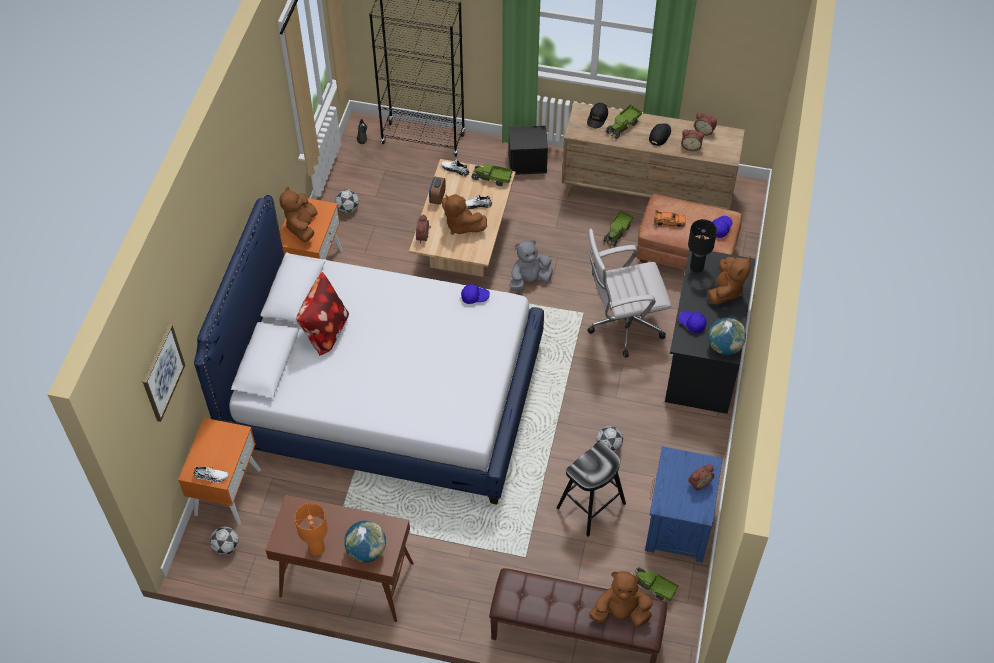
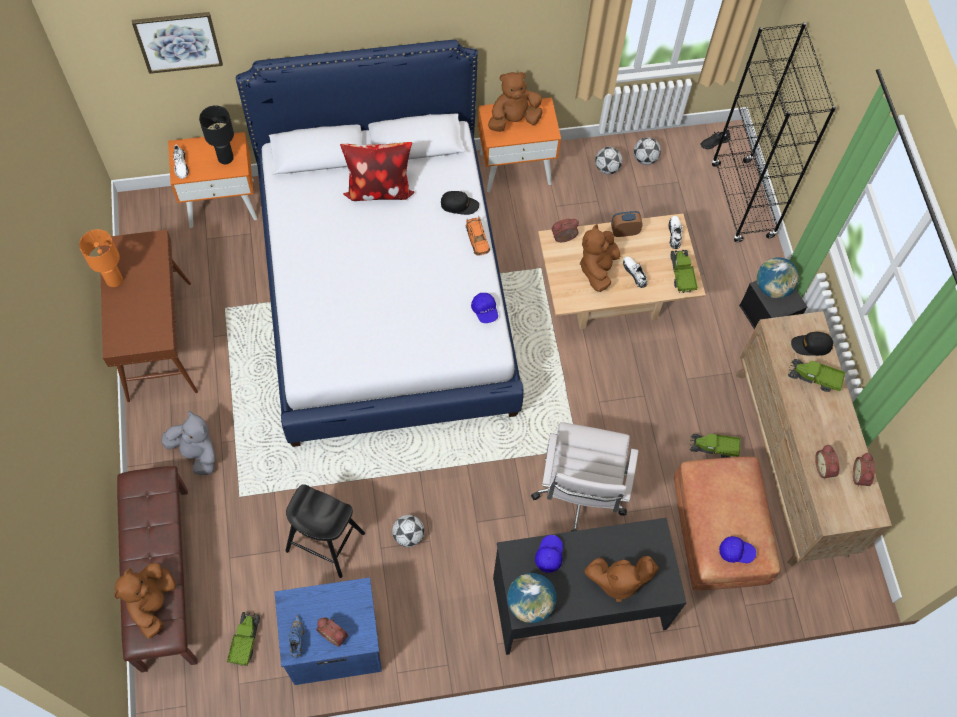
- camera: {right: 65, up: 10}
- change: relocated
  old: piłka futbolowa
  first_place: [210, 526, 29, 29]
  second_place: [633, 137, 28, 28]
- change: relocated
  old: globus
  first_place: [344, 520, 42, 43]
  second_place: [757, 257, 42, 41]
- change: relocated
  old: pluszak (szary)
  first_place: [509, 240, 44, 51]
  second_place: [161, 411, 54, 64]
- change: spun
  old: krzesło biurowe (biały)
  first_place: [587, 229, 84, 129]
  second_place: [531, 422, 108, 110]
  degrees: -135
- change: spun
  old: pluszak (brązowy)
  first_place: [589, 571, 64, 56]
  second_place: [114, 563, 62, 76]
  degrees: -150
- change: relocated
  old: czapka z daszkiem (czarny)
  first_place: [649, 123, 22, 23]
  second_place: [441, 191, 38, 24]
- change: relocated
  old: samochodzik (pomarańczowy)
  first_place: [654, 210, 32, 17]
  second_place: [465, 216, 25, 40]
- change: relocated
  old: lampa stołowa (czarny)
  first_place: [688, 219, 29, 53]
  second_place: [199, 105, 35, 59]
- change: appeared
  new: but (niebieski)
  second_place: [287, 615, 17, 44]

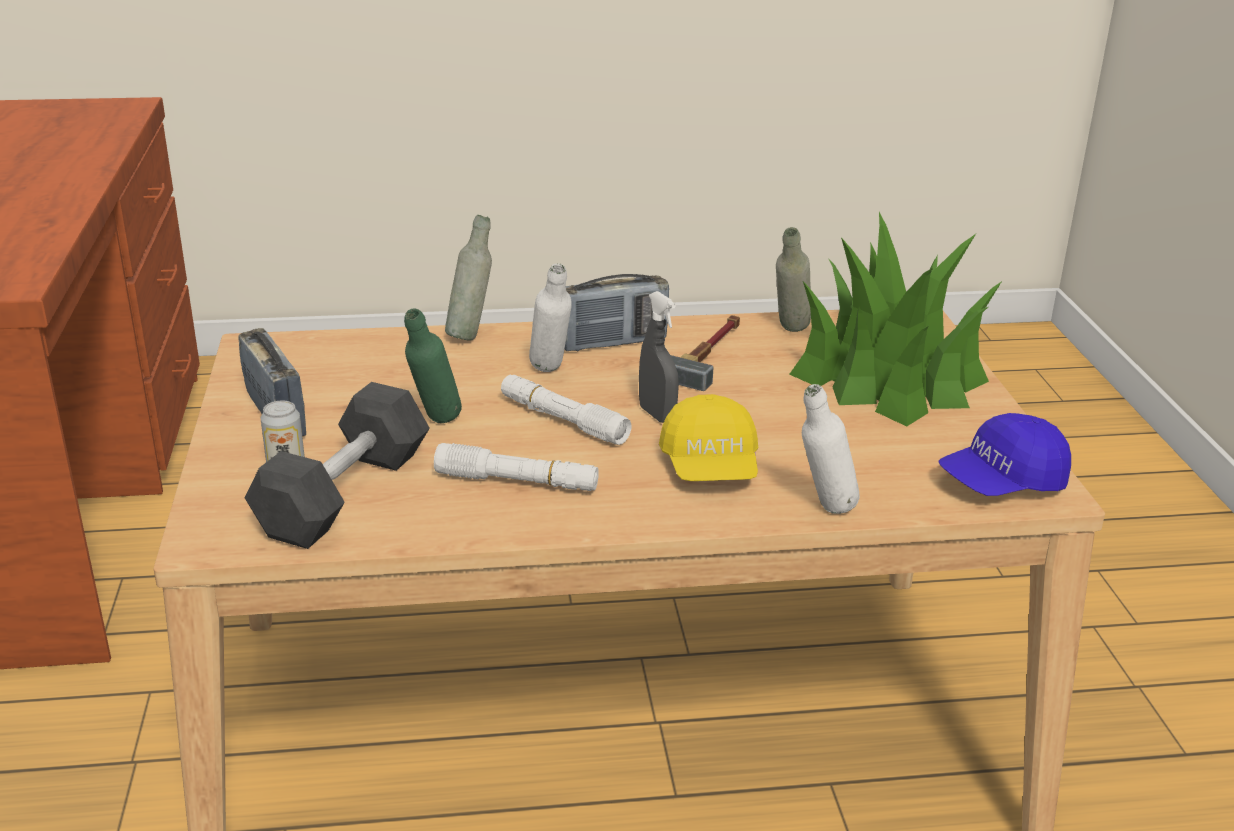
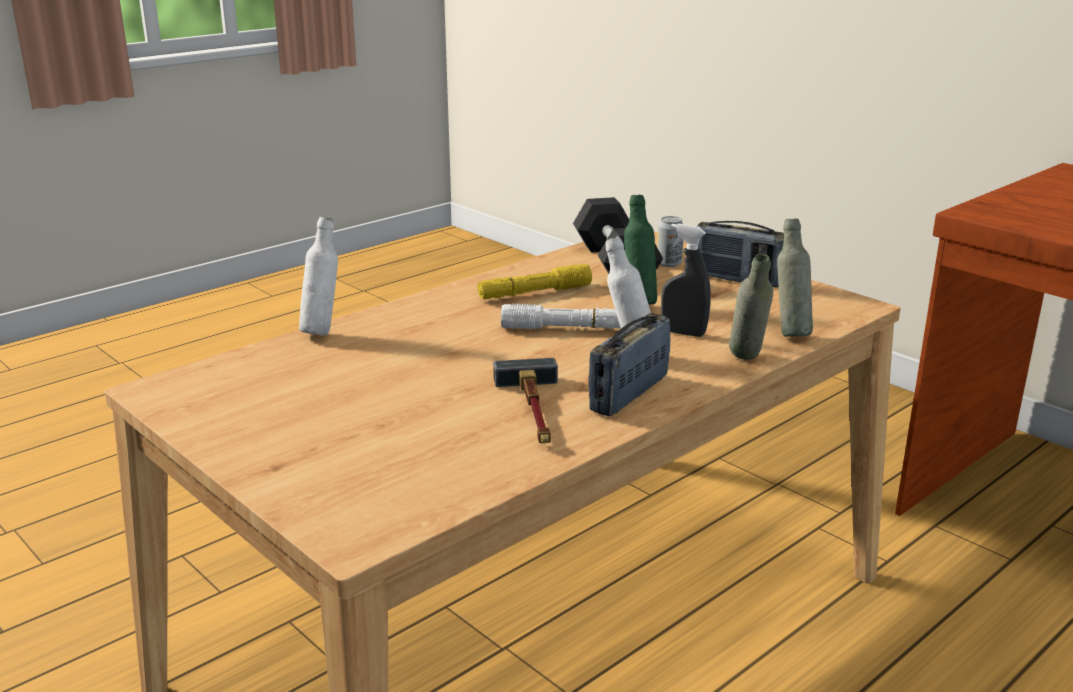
- camera: {right: 145, up: -5}
- change: colour
  old: latarka (biały)
  new: latarka (żółty)
  first_place: [434, 443, 165, 48]
  second_place: [478, 264, 114, 35]
- change: relocated
  old: spryskiwacz (szary)
  first_place: [639, 291, 40, 132]
  second_place: [661, 224, 50, 113]
- change: missing
  old: czapka z daszkiem (żółty)
  first_place: [659, 394, 99, 87]
- change: relocated
  old: butelka (szary)
  first_place: [776, 227, 35, 105]
  second_place: [777, 219, 36, 118]
- change: missing
  old: roślina doniczkowa
  first_place: [789, 212, 213, 214]
- change: missing
  old: czapka z daszkiem (niebieski)
  first_place: [938, 413, 133, 83]

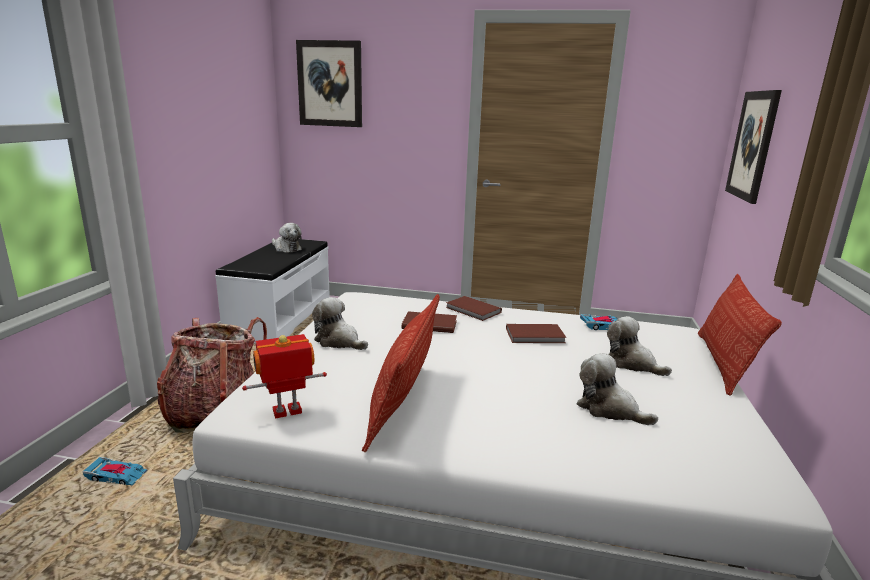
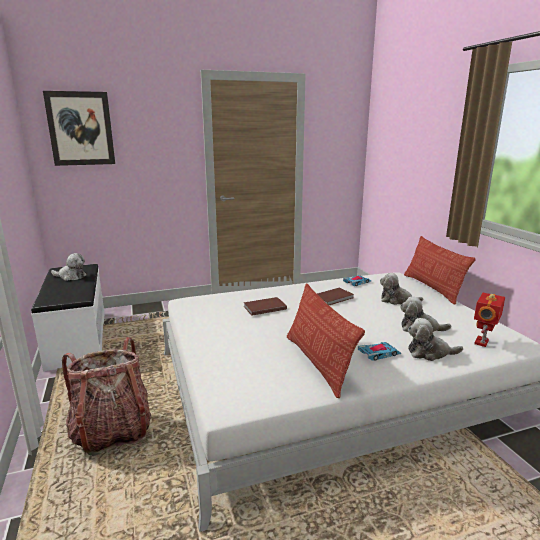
- camera: {right: -30, up: 0}
- change: relocated
  old: samochodzik
  first_place: [82, 457, 65, 28]
  second_place: [358, 342, 43, 19]
- change: relocated
  old: robot zabawkowy
  first_place: [242, 334, 85, 85]
  second_place: [474, 293, 31, 54]
- change: relocated
  old: pluszak
  first_place: [312, 297, 56, 53]
  second_place: [408, 318, 55, 43]
- change: missing
  old: książka (brązowy)
  first_place: [446, 296, 56, 25]
- change: missing
  old: obraz
  first_place: [725, 90, 57, 114]

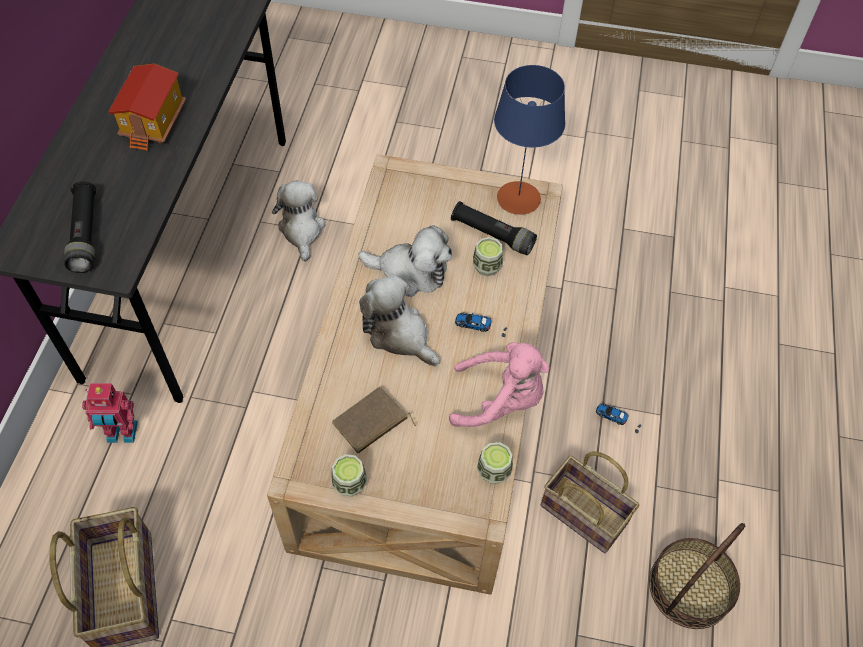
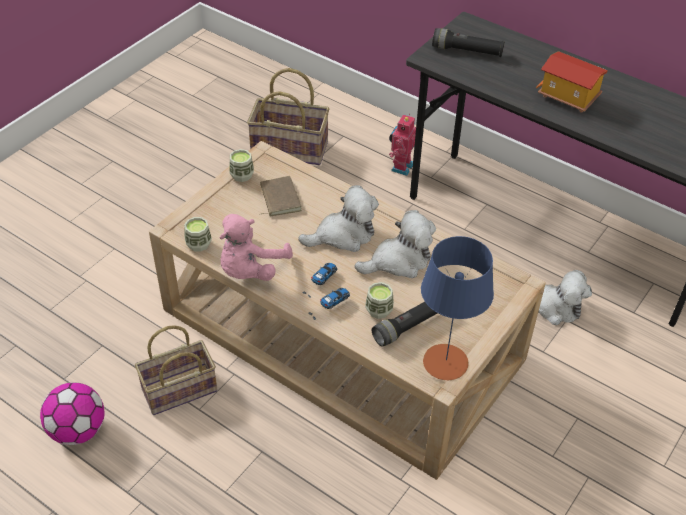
- camera: {right: 115, up: -10}
- change: spun
  old: pluszak
  first_place: [359, 225, 93, 72]
  second_place: [354, 210, 82, 68]
  degrees: -150
- change: relocated
  old: samochodzik
  first_place: [596, 403, 46, 30]
  second_place: [308, 288, 42, 32]
- change: exchanged
  old: koszyk
  new: piłka futbolowa
  first_place: [649, 523, 96, 106]
  second_place: [40, 382, 64, 63]

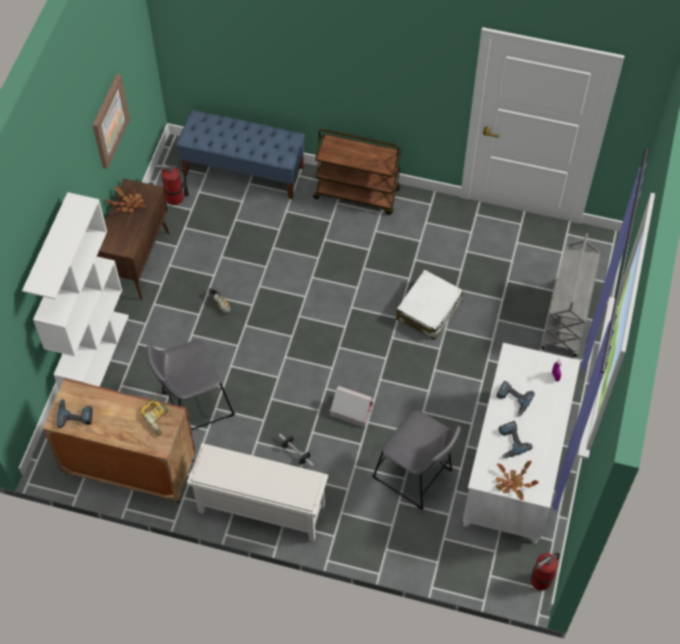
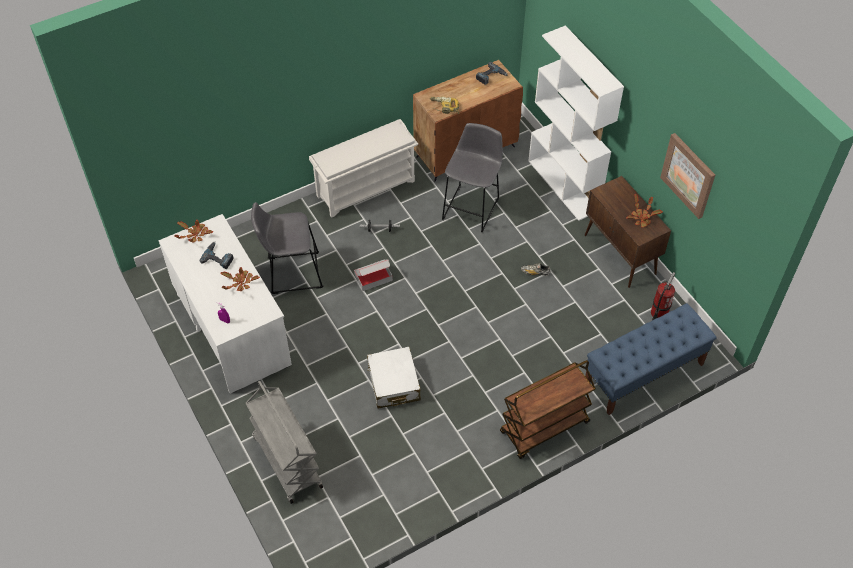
- camera: {right: 135, up: -5}
- change: exchanged
  old: wiertarka
  new: roślina doniczkowa
  first_place: [496, 381, 39, 36]
  second_place: [220, 267, 40, 24]
- change: missing
  old: gaśnica
  first_place: [531, 553, 29, 38]

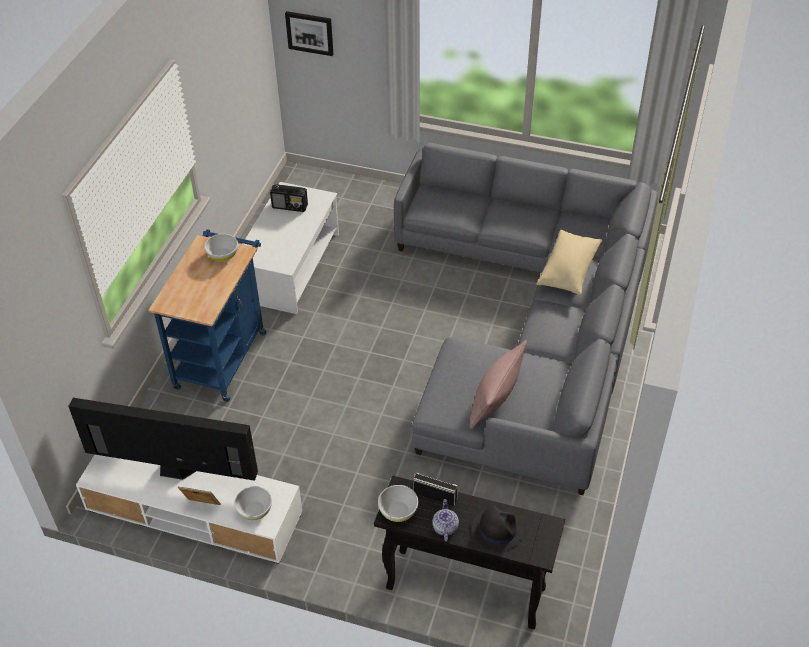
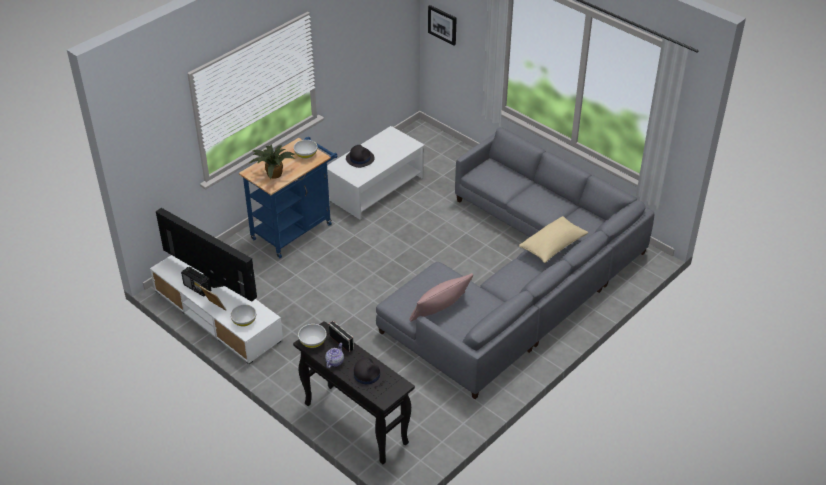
- camera: {right: 25, up: -5}
- change: relocated
  old: radio
  first_place: [270, 184, 38, 28]
  second_place: [181, 267, 31, 30]
- change: appeared
  new: roślina doniczkowa
  second_place: [250, 144, 45, 35]
- change: appeared
  new: kapelusz (czarny)
  second_place: [346, 145, 28, 23]

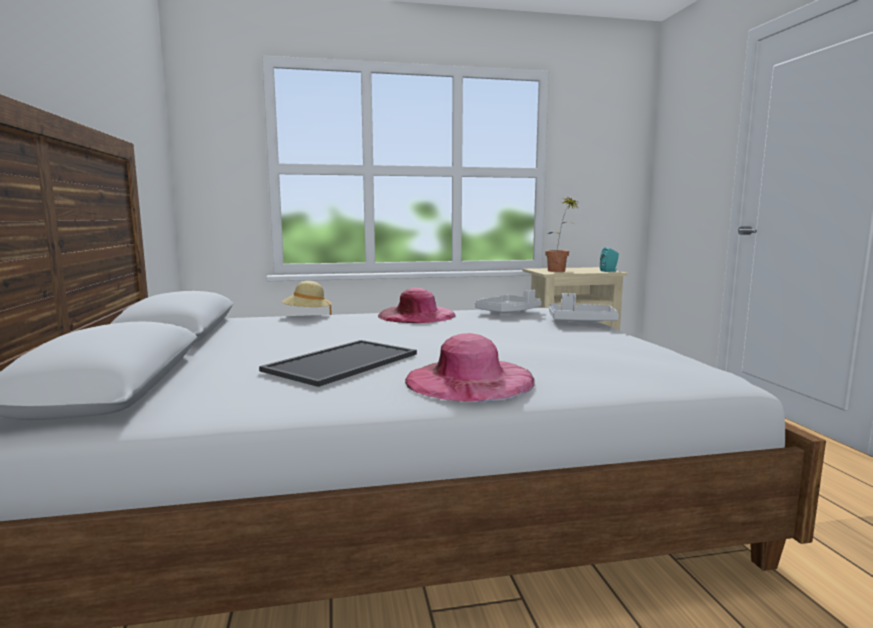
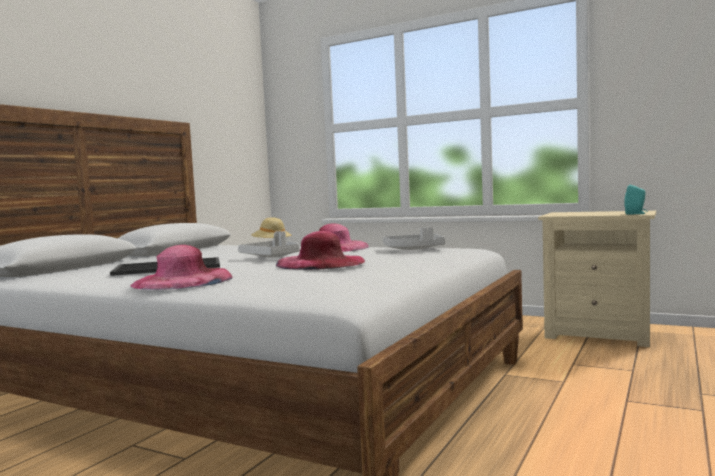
- camera: {right: 40, up: -5}
- change: missing
  old: roślina doniczkowa
  first_place: [545, 196, 34, 76]
- change: relocated
  old: taca (szary)
  first_place: [549, 293, 70, 29]
  second_place: [238, 231, 62, 27]
- change: appeared
  new: kapelusz (różowy)
  second_place: [276, 231, 89, 39]

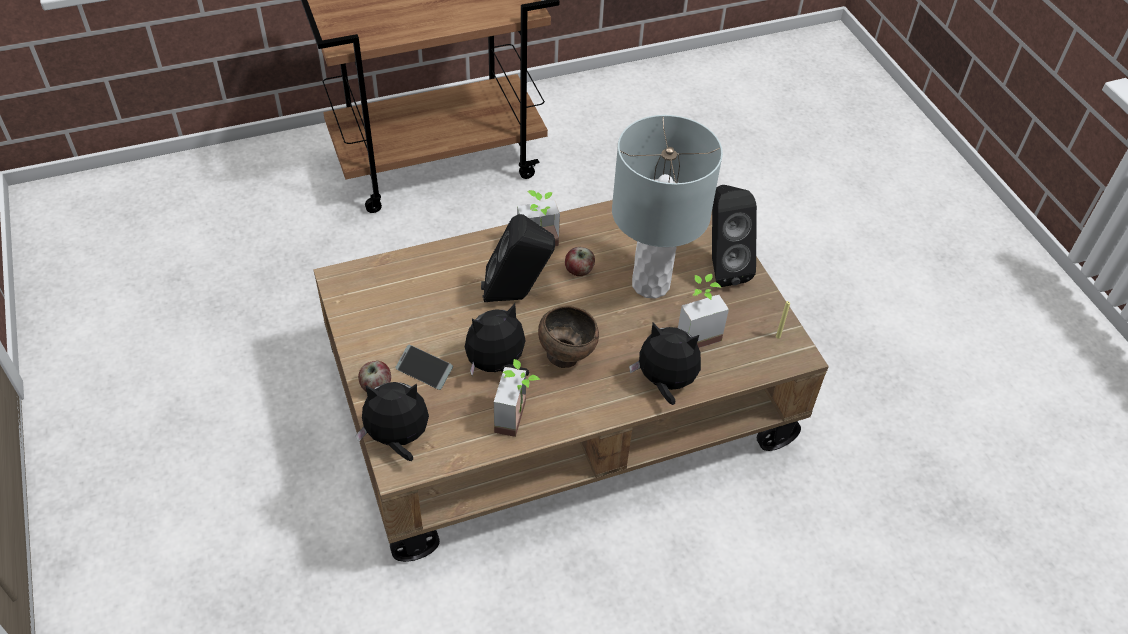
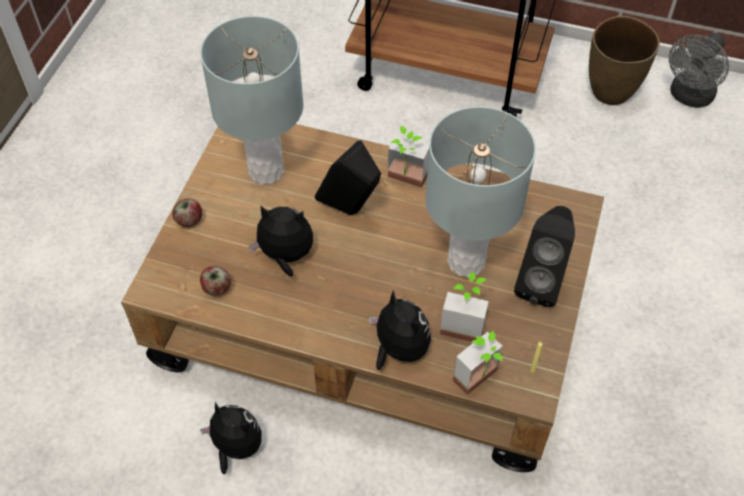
- camera: {right: 40, up: 5}
- change: relocated
  old: pluszak
  first_place: [355, 382, 74, 79]
  second_place: [200, 402, 62, 72]
- change: missing
  old: telefon
  first_place: [395, 345, 58, 45]
- change: relocated
  old: roślina doniczkowa
  first_place: [494, 359, 46, 78]
  second_place: [453, 331, 50, 64]
- change: missing
  old: miska (brązowy)
  first_place: [538, 305, 61, 63]
- change: relocated
  old: jabłko
  first_place: [565, 247, 30, 29]
  second_place: [200, 266, 31, 30]
- change: appeared
  new: lampa stołowa (szary)
  second_place: [200, 16, 104, 169]
- change: appeared
  new: wazon (brązowy)
  second_place: [589, 16, 71, 89]
- change: appeared
  new: wentylator (szary)
  second_place: [669, 33, 60, 75]

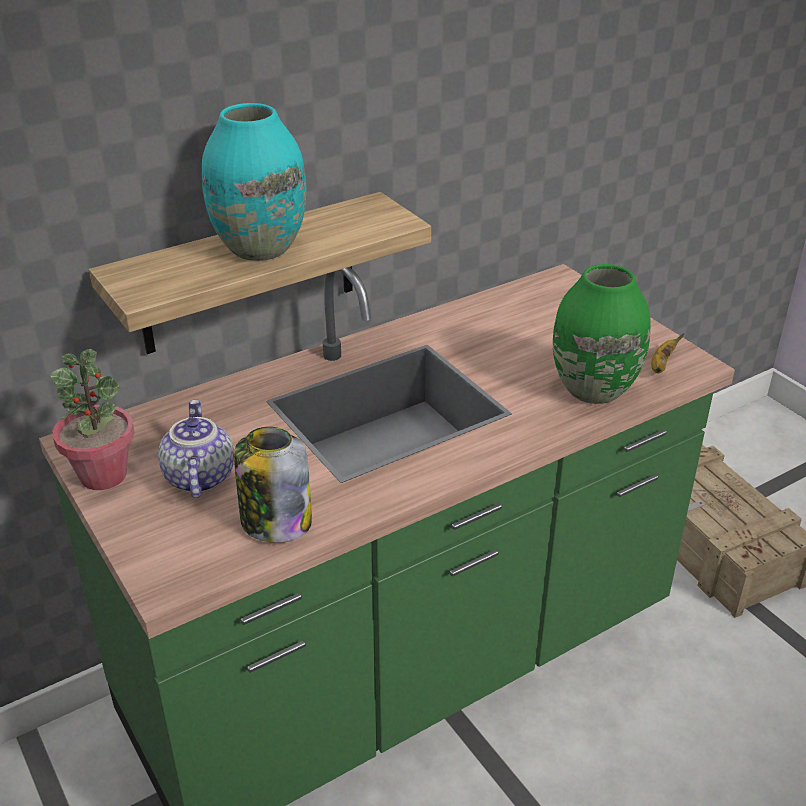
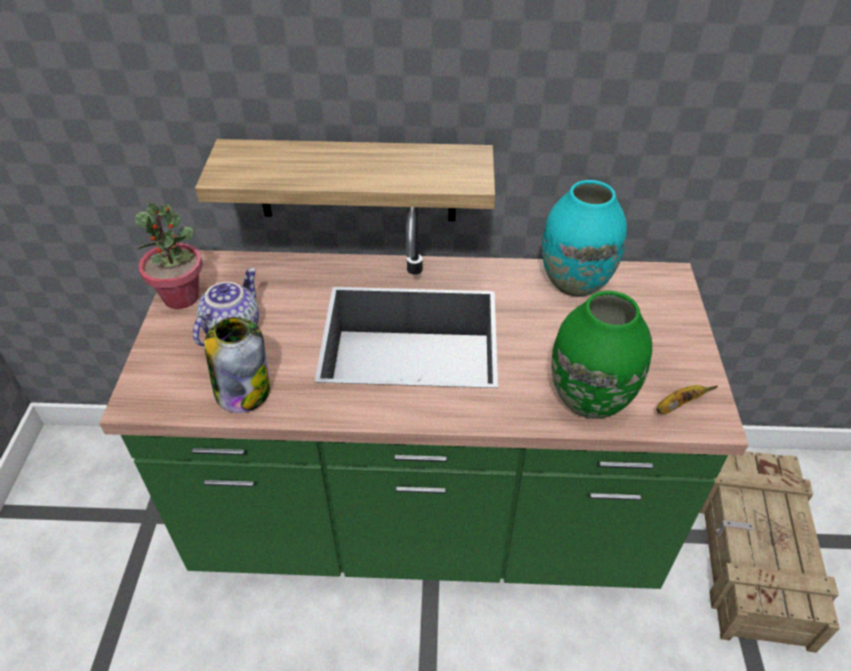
- camera: {right: 35, up: 10}
- change: relocated
  old: wazon (turkusowy)
  first_place: [202, 103, 105, 158]
  second_place: [542, 180, 85, 117]

